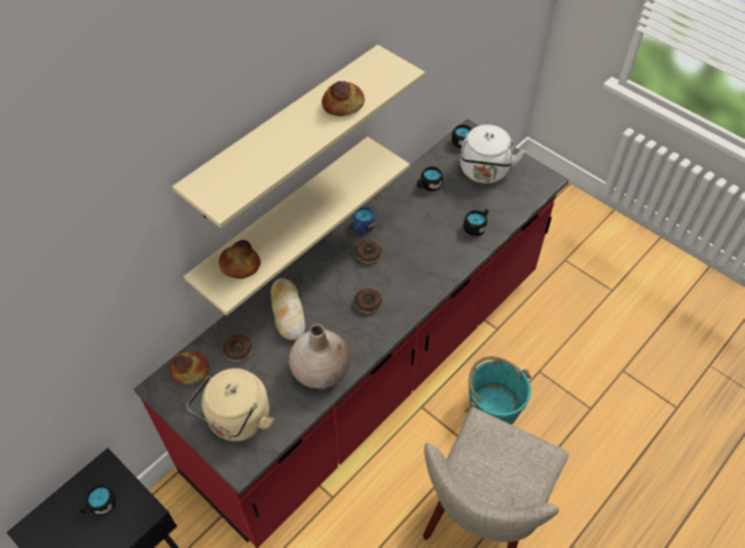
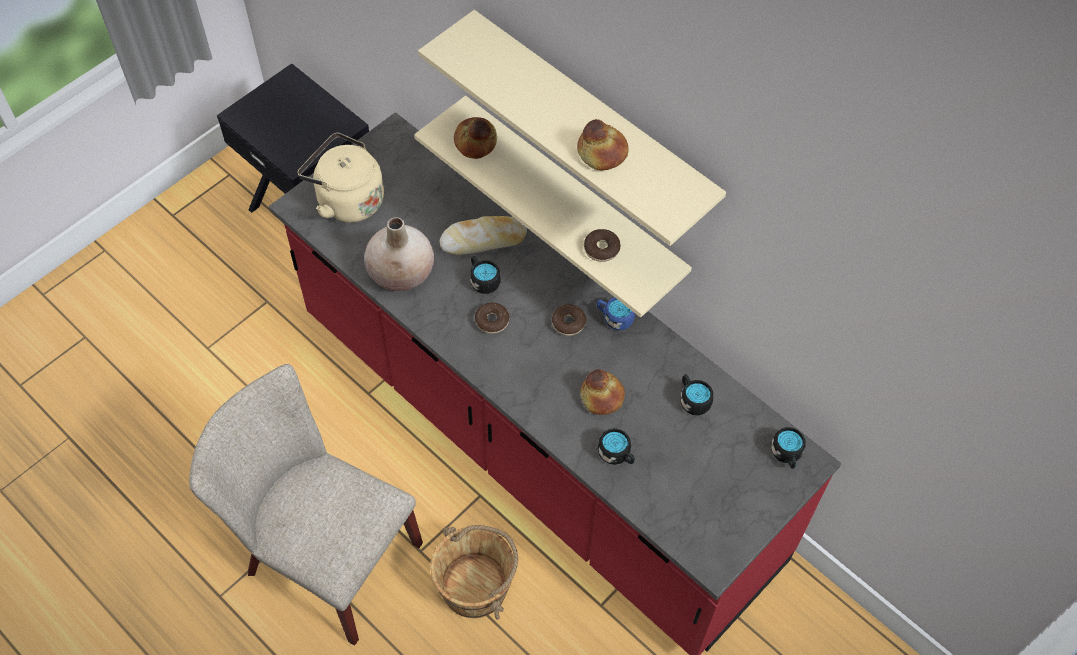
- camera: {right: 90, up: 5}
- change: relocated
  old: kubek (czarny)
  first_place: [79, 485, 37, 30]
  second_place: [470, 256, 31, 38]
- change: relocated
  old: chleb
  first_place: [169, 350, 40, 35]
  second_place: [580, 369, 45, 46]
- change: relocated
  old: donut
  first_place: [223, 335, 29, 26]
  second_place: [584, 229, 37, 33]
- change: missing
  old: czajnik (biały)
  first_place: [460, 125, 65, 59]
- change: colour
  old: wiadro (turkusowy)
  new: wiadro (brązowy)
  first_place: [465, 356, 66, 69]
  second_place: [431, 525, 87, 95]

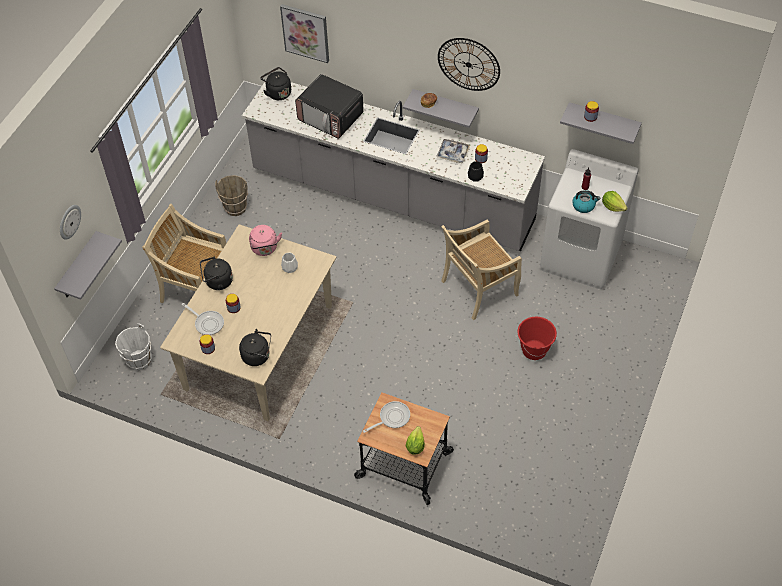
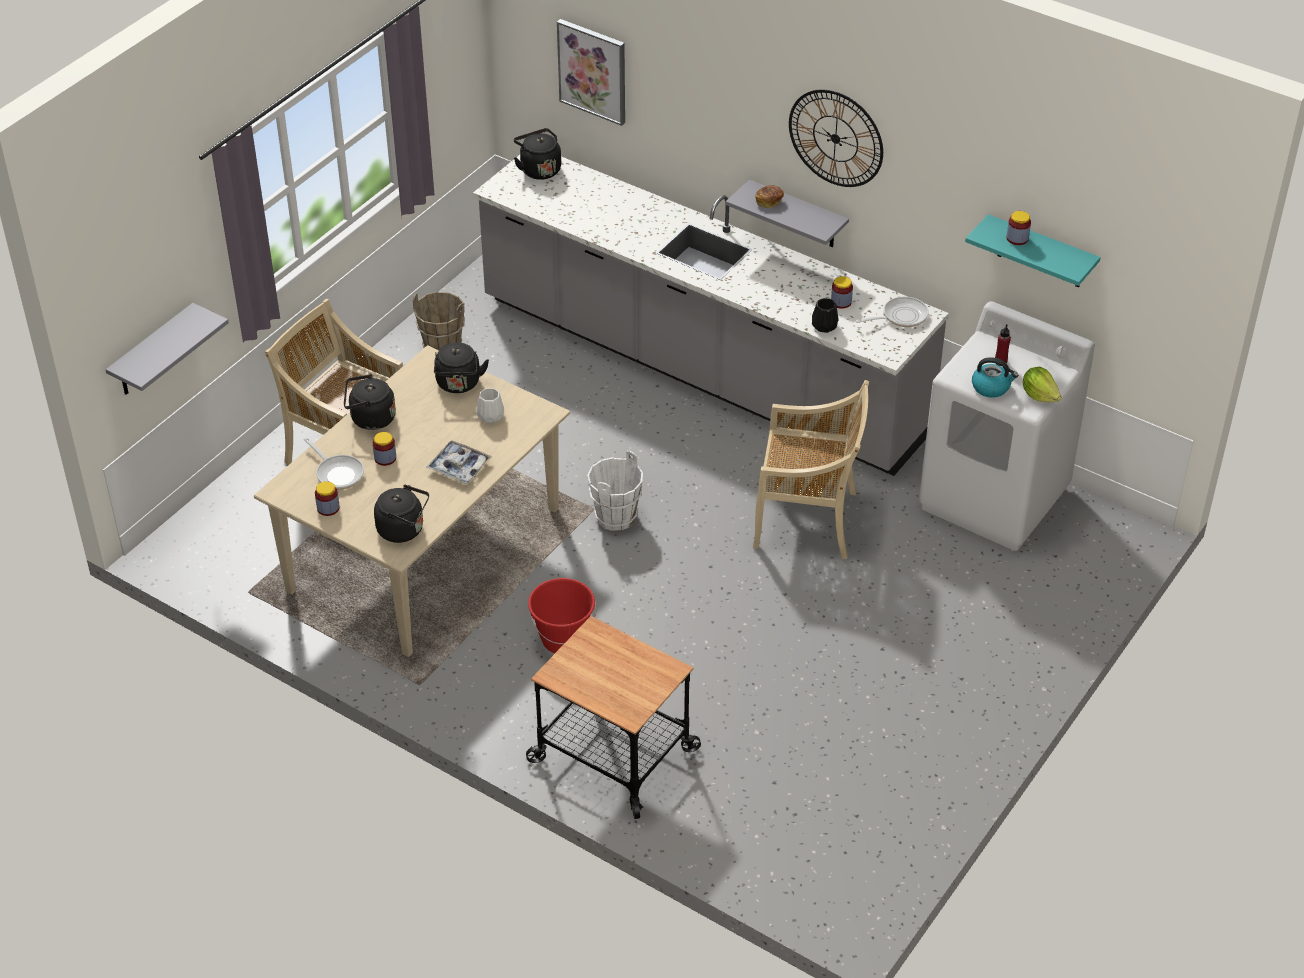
- camera: {right: 10, up: -10}
- change: missing
  old: zegar ścienny
  first_place: [60, 205, 21, 35]
- change: relocated
  old: wiadro (biały)
  first_place: [115, 323, 37, 47]
  second_place: [587, 451, 56, 80]
- change: colour
  old: czajnik (różowy)
  new: czajnik (czarny)
  first_place: [249, 225, 33, 31]
  second_place: [434, 343, 55, 50]
- change: missing
  old: mikrofalówka
  first_place: [295, 74, 69, 65]
- change: relocated
  old: patelnia
  first_place: [363, 401, 47, 32]
  second_place: [856, 296, 73, 31]
- change: missing
  old: sałata
  first_place: [406, 426, 19, 29]
- change: relocated
  old: taca
  first_place: [436, 139, 34, 24]
  second_place: [426, 440, 66, 44]
- change: spun
  old: krzesło (beżowy)
  first_place: [441, 220, 81, 100]
  second_place: [753, 380, 116, 179]
  degrees: -150
- change: relocated
  old: wiadro (czerwony)
  first_place: [517, 317, 40, 43]
  second_place: [528, 578, 68, 75]
- change: colour
  old: półka (szary)
  new: półka (turkusowy)
  first_place: [560, 102, 82, 42]
  second_place: [965, 214, 136, 73]

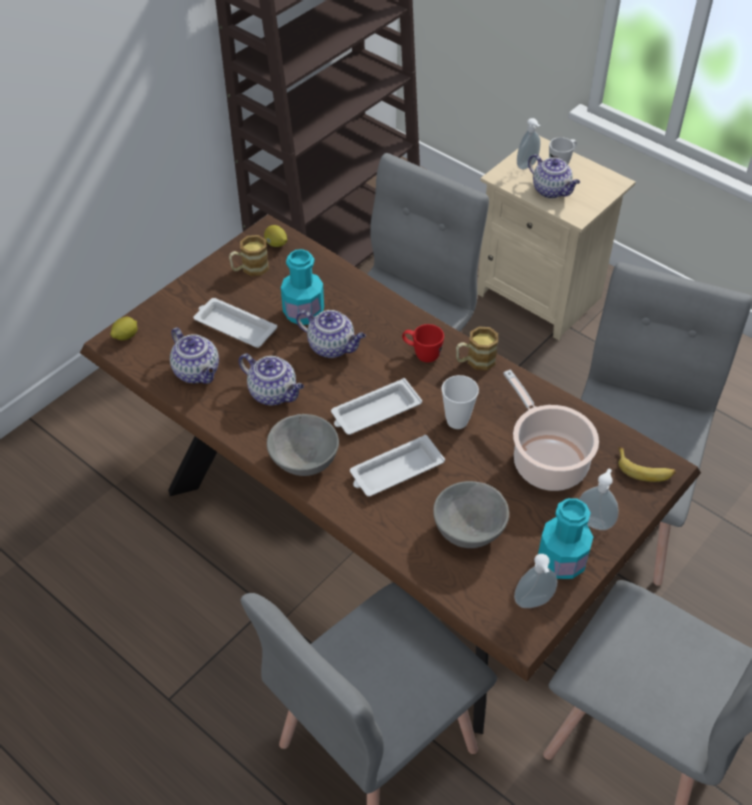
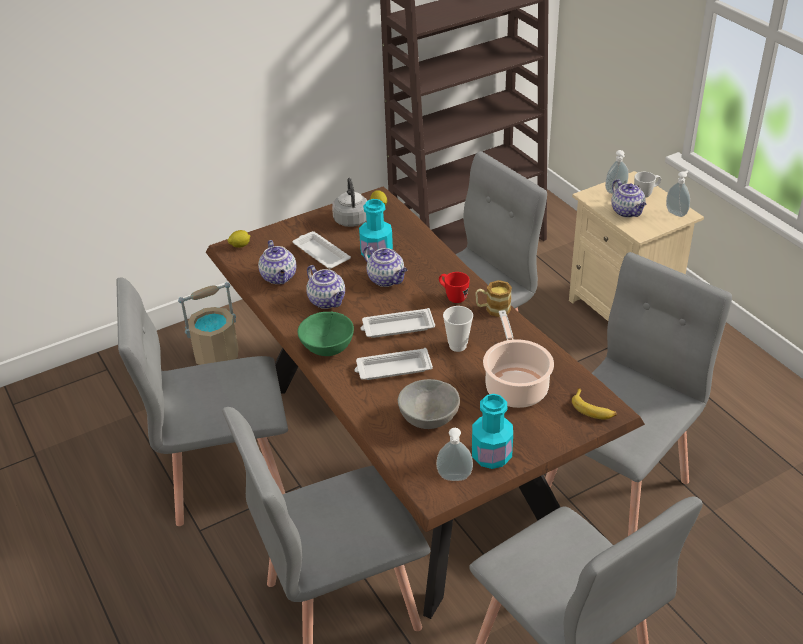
- camera: {right: 20, up: -10}
- change: exchanged
  old: kubek
  new: czajnik (szary)
  first_place: [229, 235, 40, 41]
  second_place: [332, 178, 35, 49]
- change: colour
  old: miska (szary)
  new: miska (zielony)
  first_place: [267, 414, 72, 62]
  second_place: [297, 312, 57, 44]
- change: relocated
  old: dozownik mydła
  first_place: [579, 468, 40, 62]
  second_place: [666, 170, 24, 47]
- change: appeared
  new: krzesło (szary)
  second_place: [117, 278, 171, 248]
- change: appeared
  new: wiadro (beżowy)
  second_place: [178, 282, 61, 83]

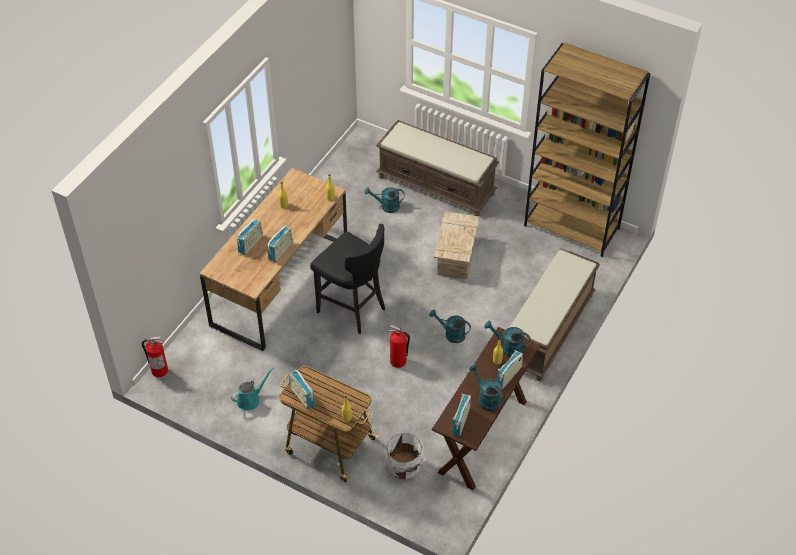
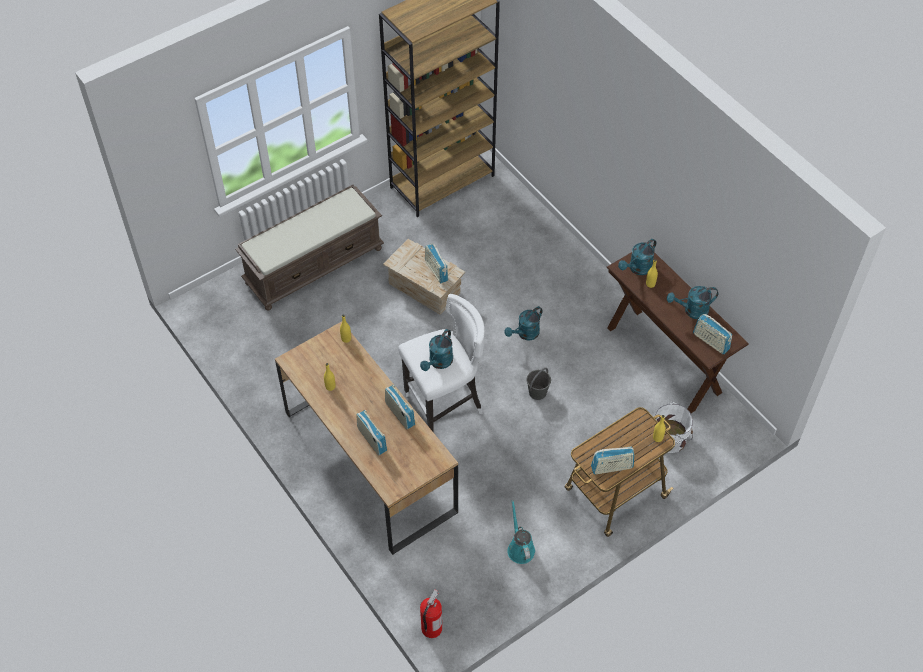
- camera: {right: -65, up: 5}
- change: colour
  old: stołek (czarny)
  new: stołek (biały)
  first_place: [310, 224, 75, 110]
  second_place: [398, 294, 87, 139]
- change: relocated
  old: konewka (turkusowy)
  first_place: [364, 187, 40, 26]
  second_place: [420, 329, 33, 42]
- change: exchanged
  old: gaśnica
  new: wiadro (szary)
  first_place: [388, 325, 22, 43]
  second_place: [527, 368, 24, 32]
- change: relocated
  old: radio
  first_place: [496, 350, 27, 39]
  second_place: [425, 243, 23, 40]
- change: missing
  old: ławka (brązowy)
  first_place: [509, 248, 91, 133]

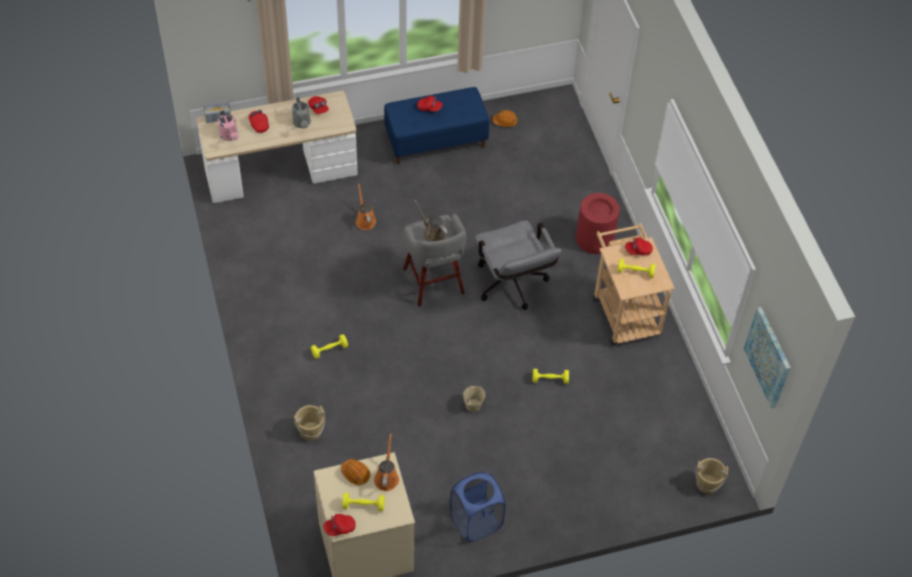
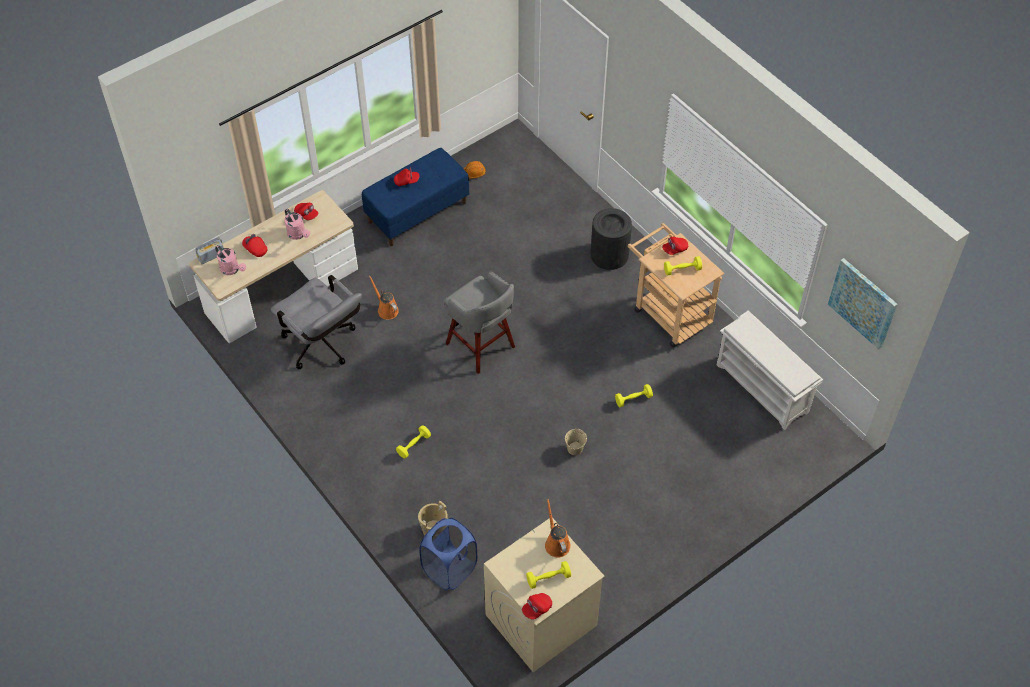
- camera: {right: -20, up: 0}
- change: colour
  old: konewka (szary)
  new: konewka (różowy)
  first_place: [292, 97, 19, 31]
  second_place: [284, 209, 26, 31]
- change: missing
  old: kask (pomarańczowy)
  first_place: [341, 459, 29, 26]
- change: missing
  old: konewka (brązowy)
  first_place: [414, 200, 34, 42]
- change: relocated
  old: kosz na pranie (niebieski)
  first_place: [450, 472, 55, 70]
  second_place: [419, 518, 58, 72]
- change: relocated
  old: krzesło biurowe (szary)
  first_place: [475, 220, 87, 90]
  second_place: [271, 275, 91, 94]
- change: colour
  old: kosz na śmieci (czerwony)
  new: kosz na śmieci (czarny)
  first_place: [576, 193, 44, 61]
  second_place: [590, 208, 42, 62]
- change: missing
  old: wiadro (beżowy)
  first_place: [696, 458, 32, 36]
- change: appeared
  new: regał na buty (biały)
  second_place: [717, 311, 106, 119]

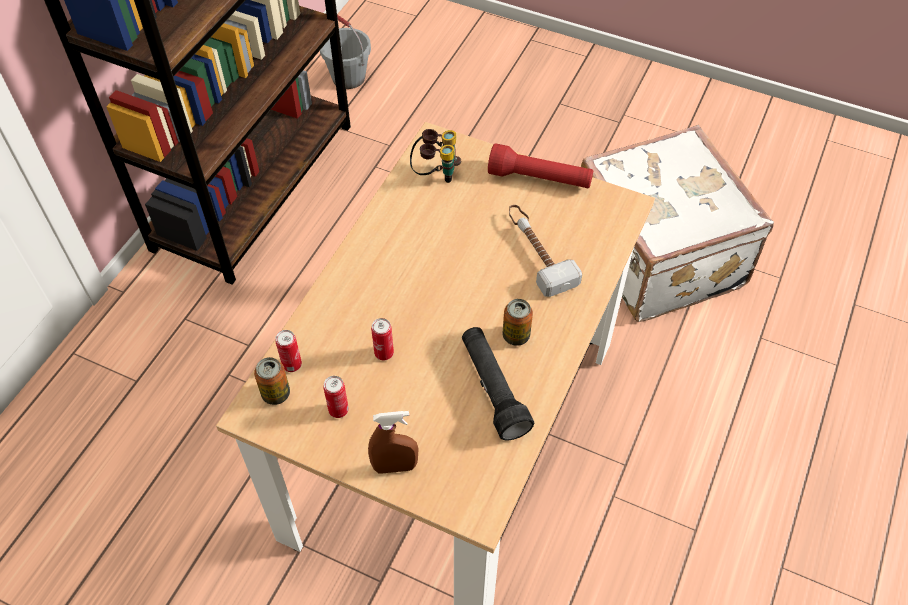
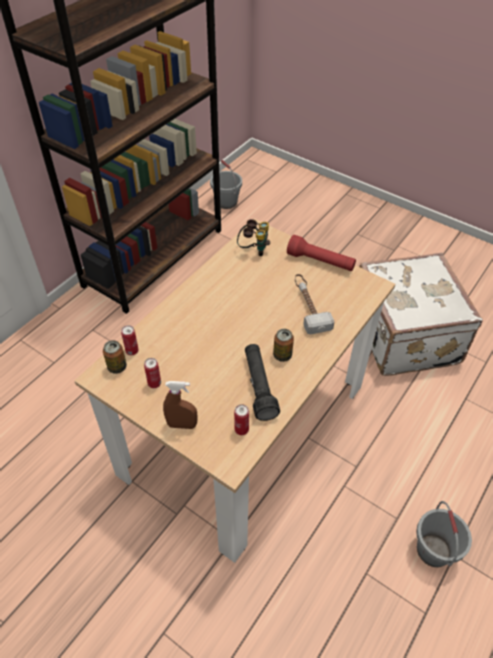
- camera: {right: 10, up: -5}
- change: relocated
  old: puszka
  first_place: [371, 318, 23, 43]
  second_place: [234, 404, 15, 31]
- change: appeared
  new: wiadro (szary)
  second_place: [416, 501, 56, 66]

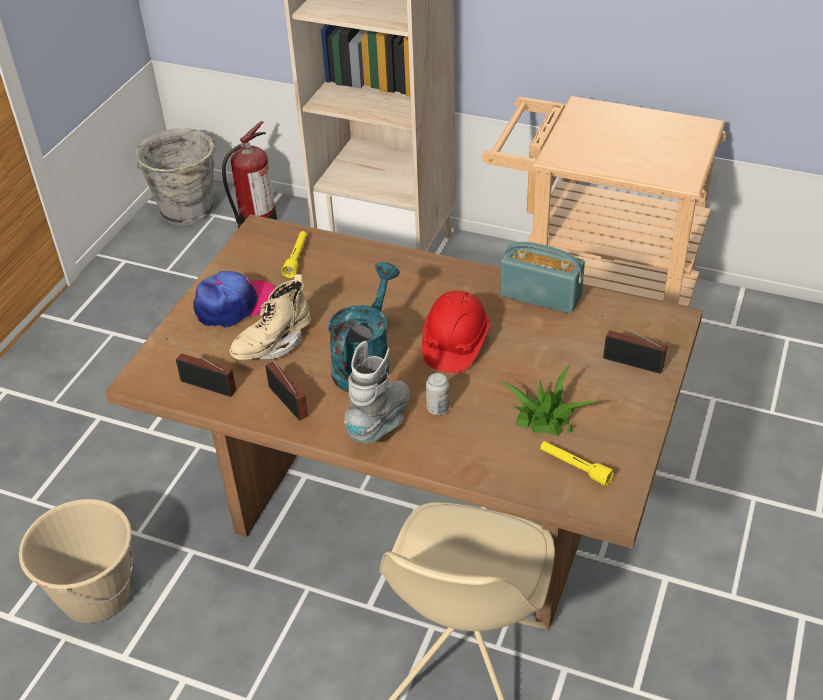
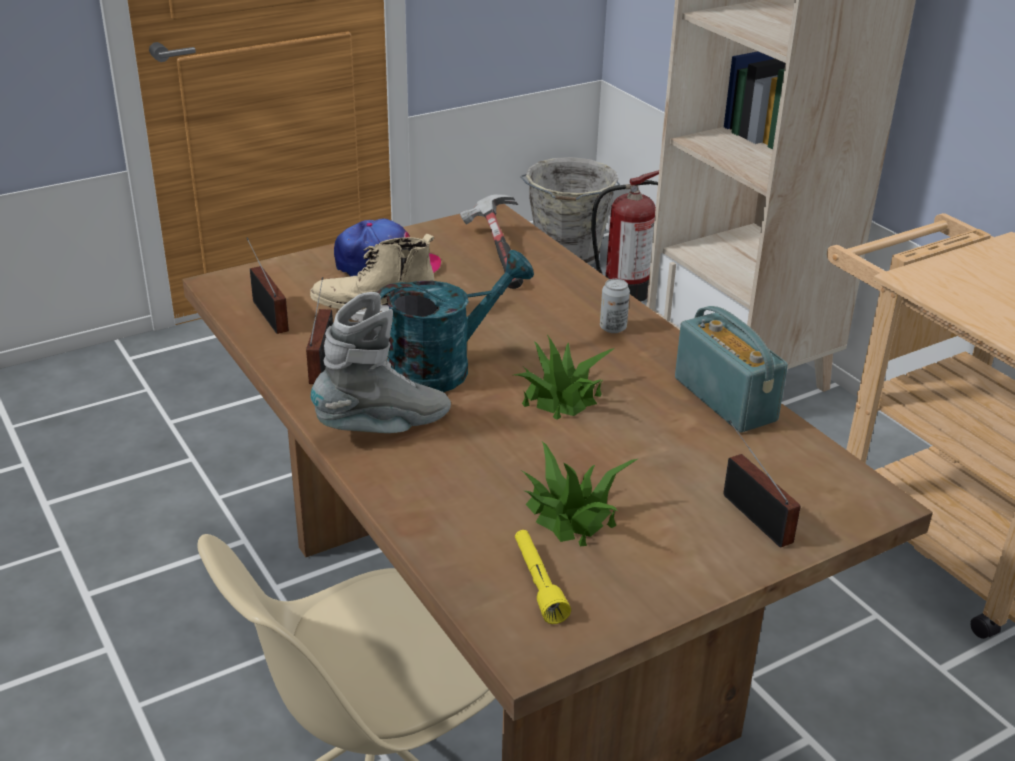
- camera: {right: 35, up: -10}
- change: missing
  old: wiadro (beżowy)
  first_place: [19, 499, 114, 124]
- change: exchanged
  old: latarka (żółty)
  new: młotek
  first_place: [281, 231, 26, 47]
  second_place: [460, 194, 64, 95]
- change: exchanged
  old: kask (czerwony)
  new: roślina doniczkowa
  first_place: [422, 291, 68, 82]
  second_place: [514, 335, 101, 85]
- change: relocated
  old: puszka
  first_place: [426, 373, 23, 42]
  second_place: [600, 279, 30, 54]

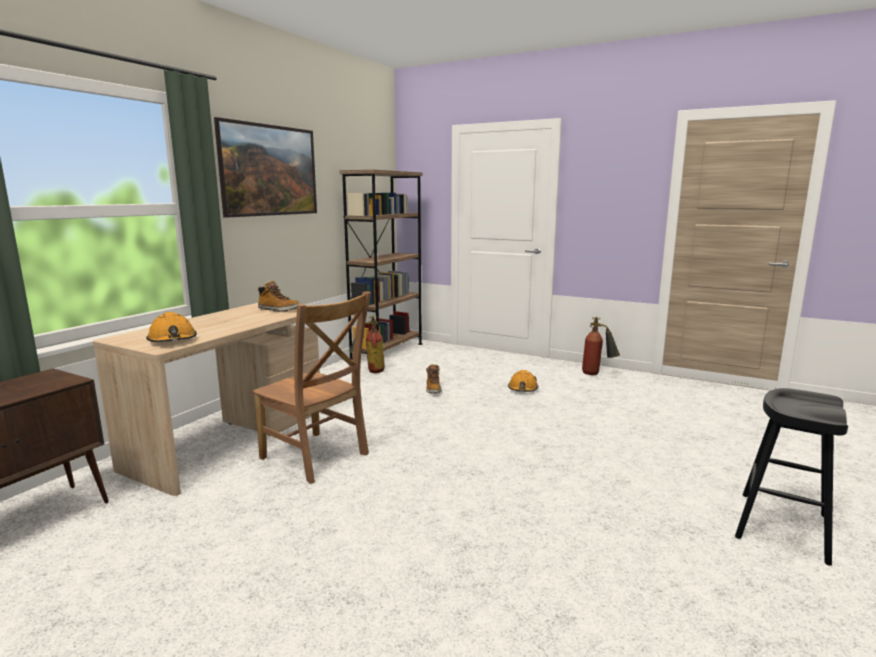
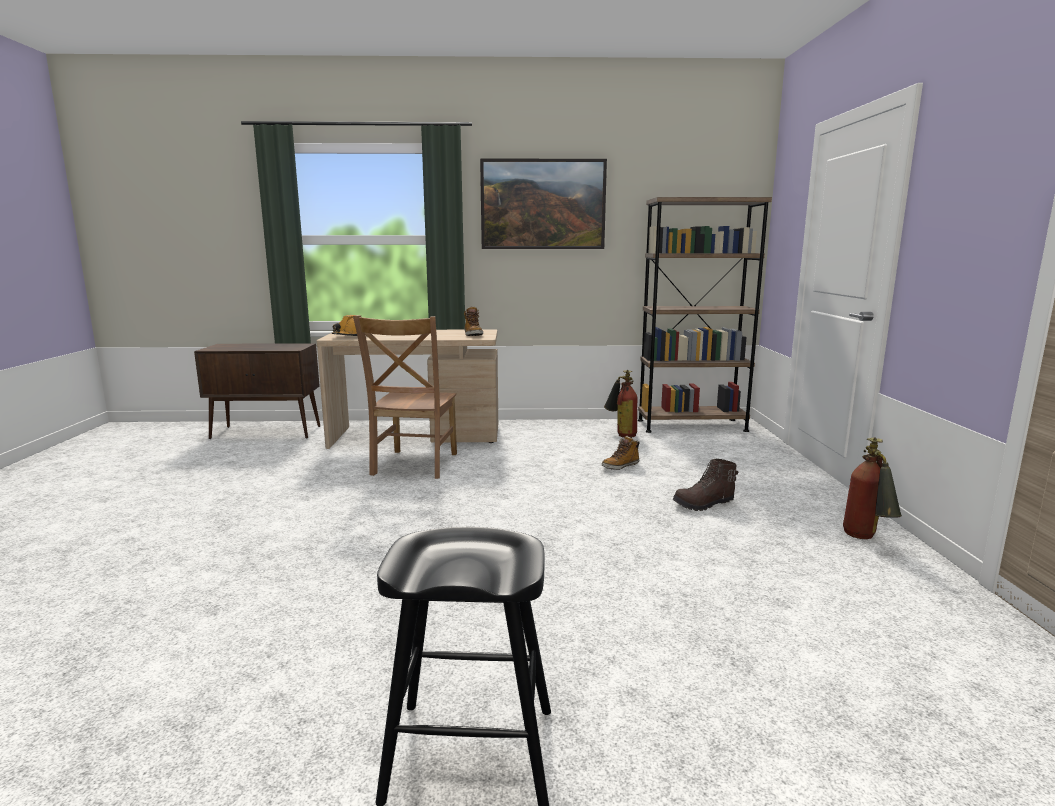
- camera: {right: 60, up: 0}
- change: exchanged
  old: kask (pomarańczowy)
  new: but z cholewką (brązowy)
  first_place: [508, 370, 30, 22]
  second_place: [672, 459, 66, 52]

